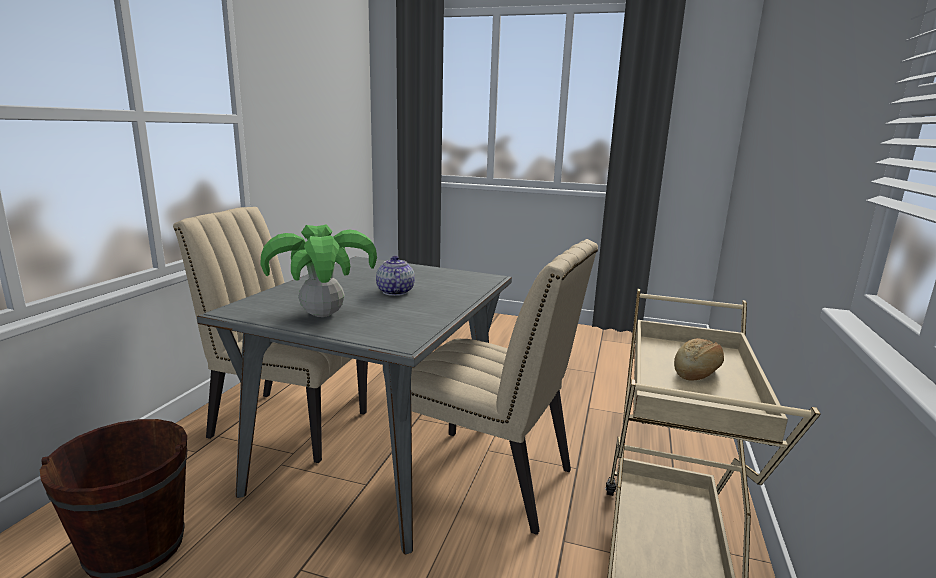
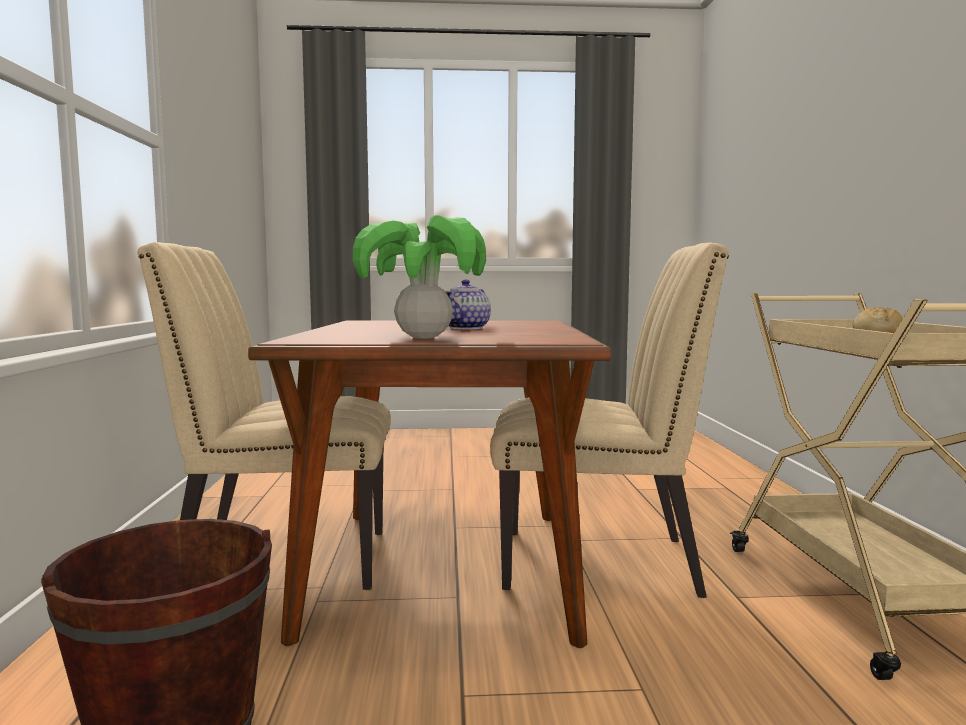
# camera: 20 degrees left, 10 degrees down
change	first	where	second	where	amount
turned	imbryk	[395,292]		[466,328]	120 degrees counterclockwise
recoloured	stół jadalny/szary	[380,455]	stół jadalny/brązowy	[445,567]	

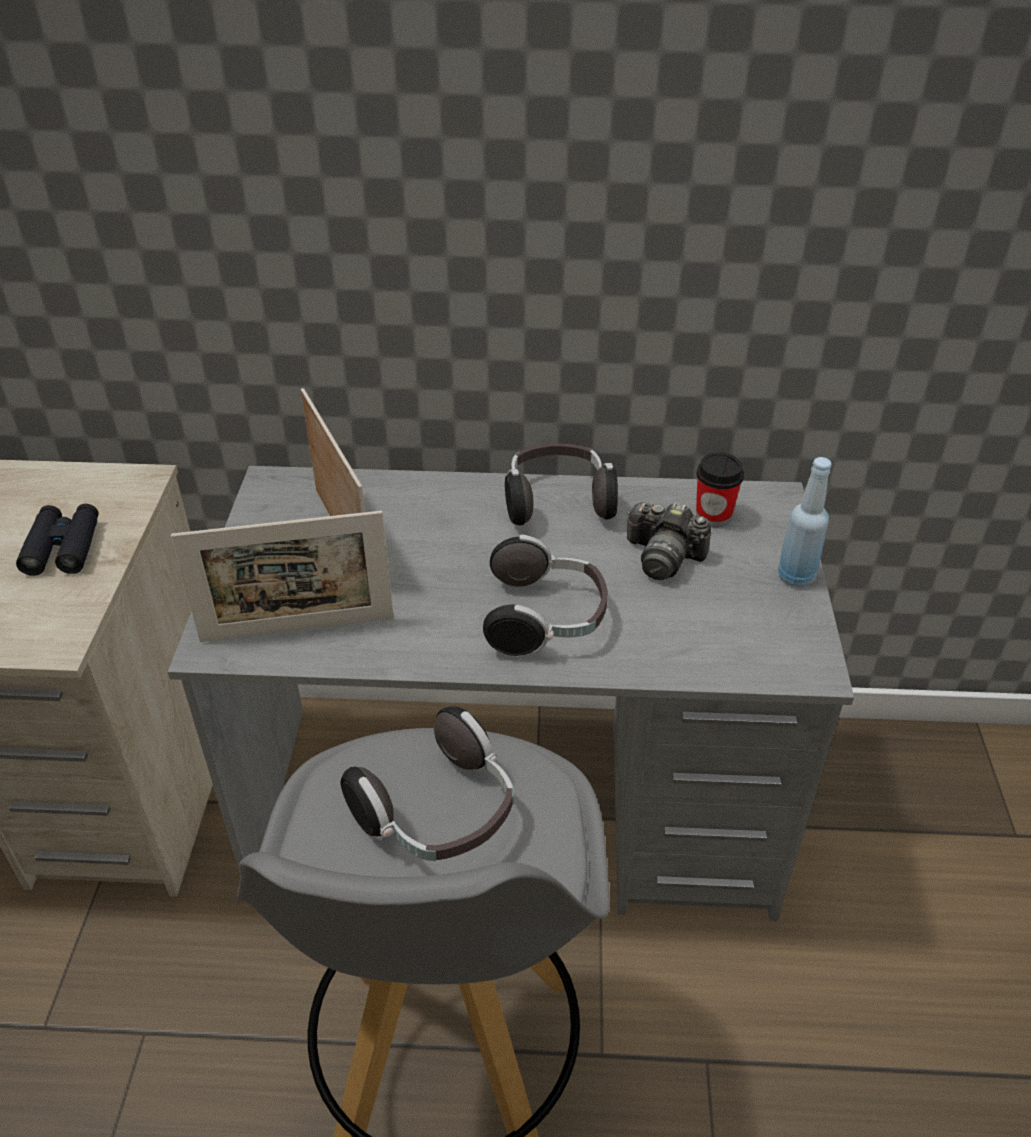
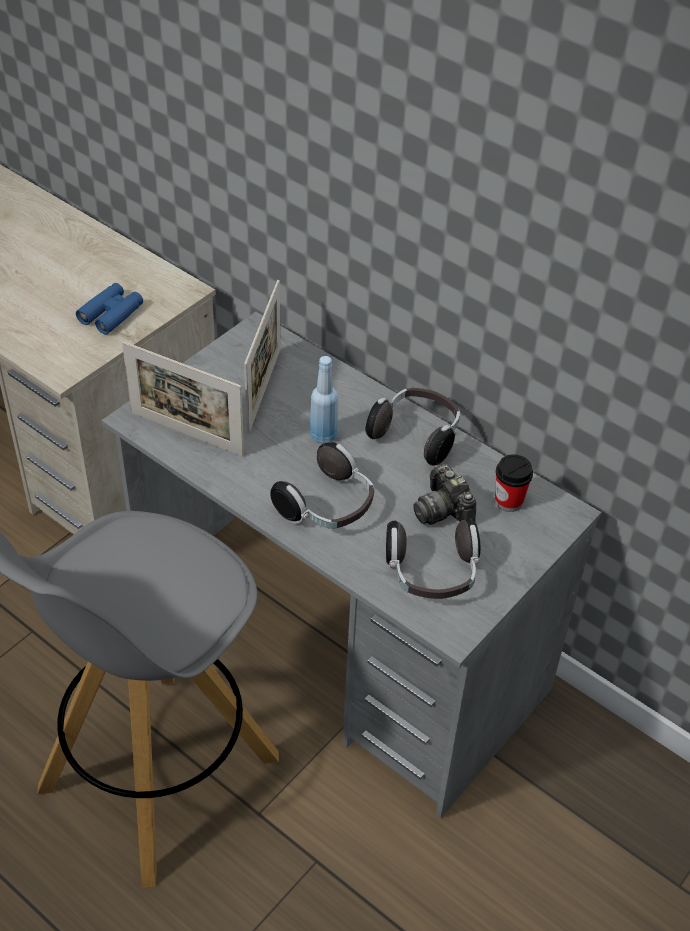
# camera: 35 degrees right, 5 degrees up
change	first	where	second	where	amount
moved	butelka/niebieski	[795,577]		[323,435]	
recoloured	lornetka/czarny	[63,547]	lornetka/niebieski	[111,314]	
moved	słuchawki	[439,814]		[432,575]	

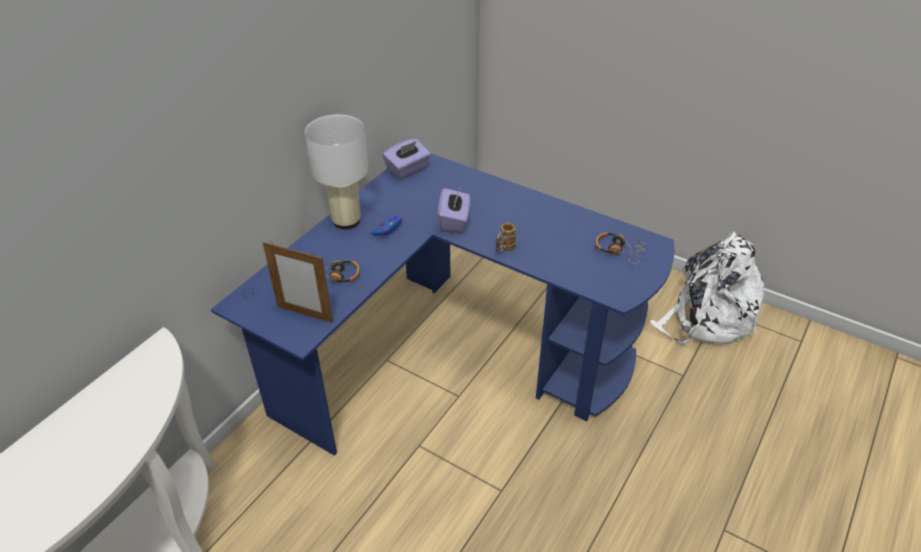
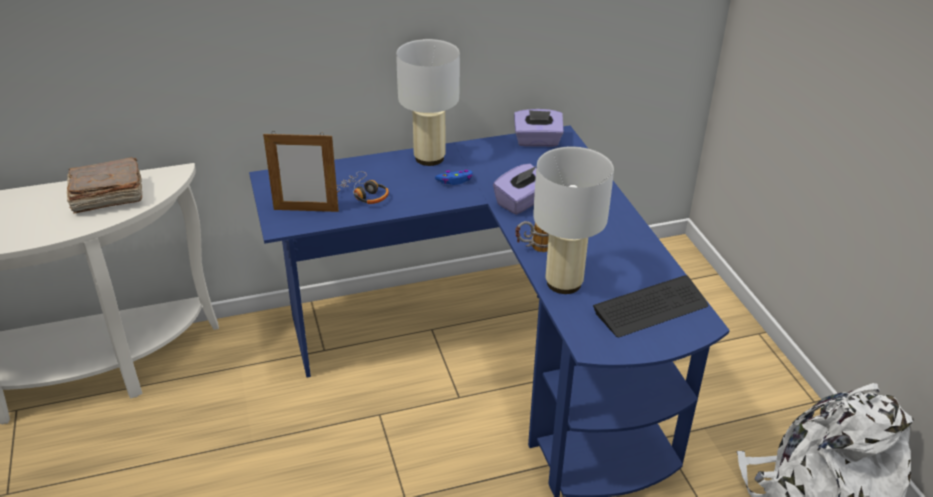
# camera: 40 degrees right, 5 degrees down
change	first	where	second	where	amount
replaced	słuchawki	[619,250]	klawiatura	[651,308]	
turned	ramka na zdjęcie	[305,314]		[306,210]	60 degrees counterclockwise
added			lampa stołowa/biały	[562,283]	
added			książka/brązowy	[107,197]	

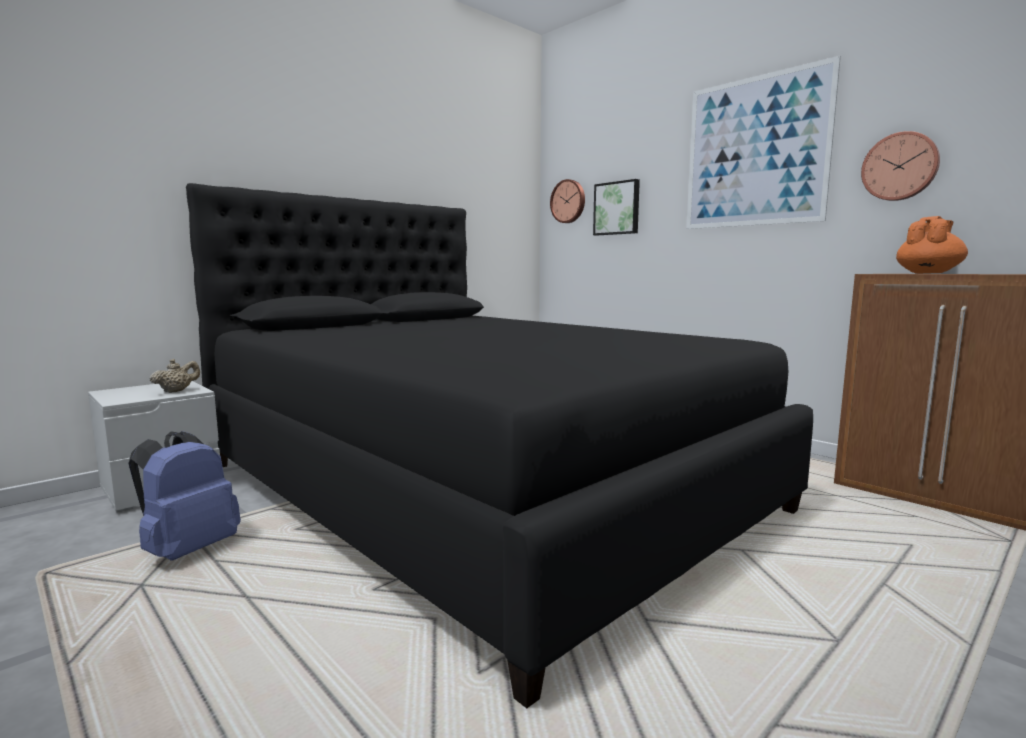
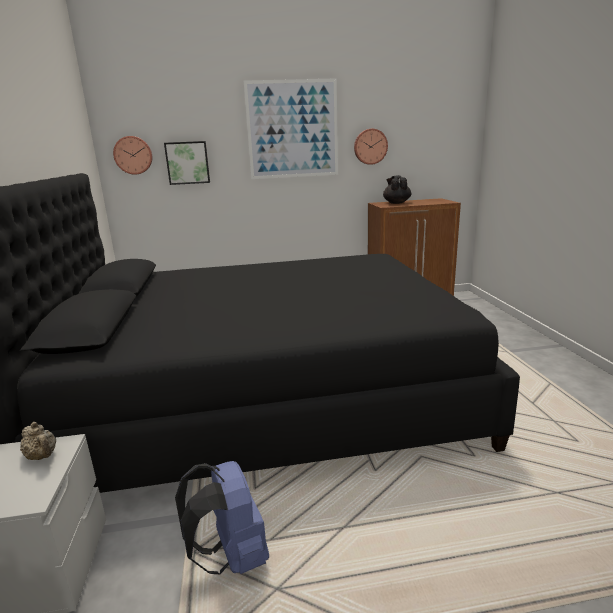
# camera: 55 degrees left, 10 degrees up
change	first	where	second	where	amount
recoloured	imbryk/pomarańczowy	[928,273]	imbryk/czarny	[396,203]	
turned	imbryk/beżowy	[177,391]		[42,456]	150 degrees clockwise

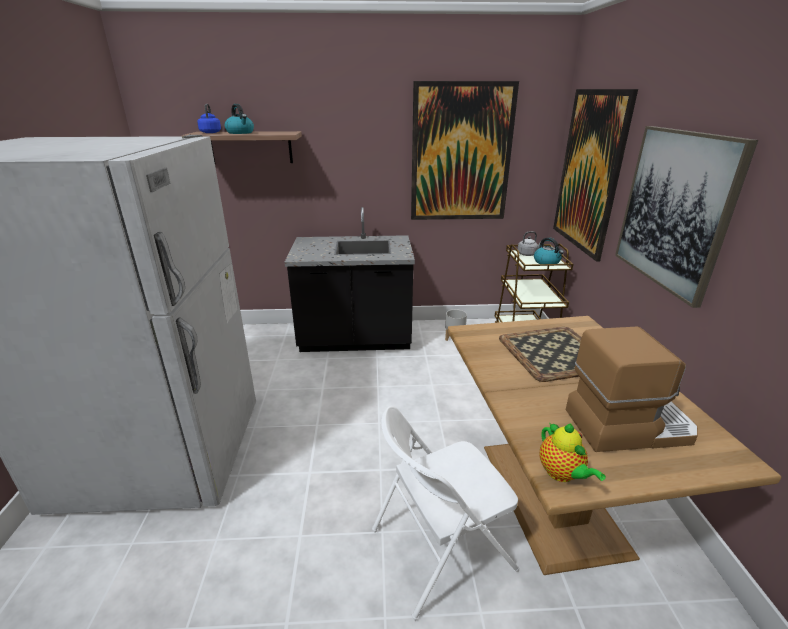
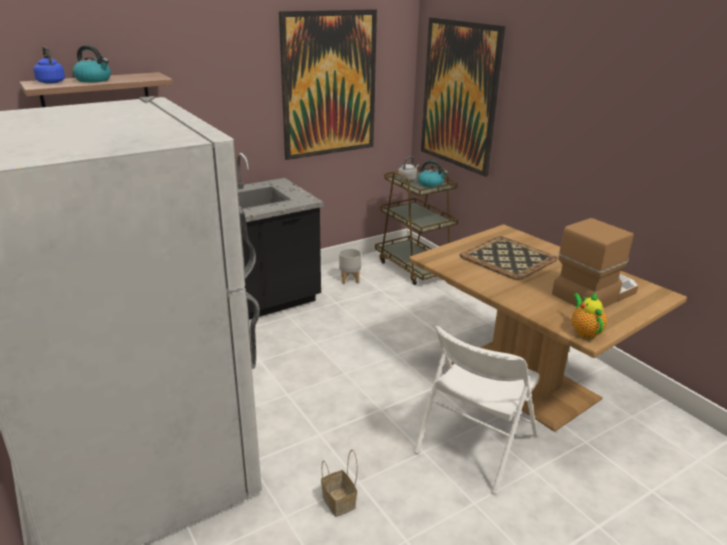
# camera: 30 degrees left, 0 degrees up
change	first	where	second	where	amount
removed	obraz	[674,210]			
turned	imbryk	[562,474]		[585,331]	135 degrees counterclockwise
added			koszyk	[340,502]	

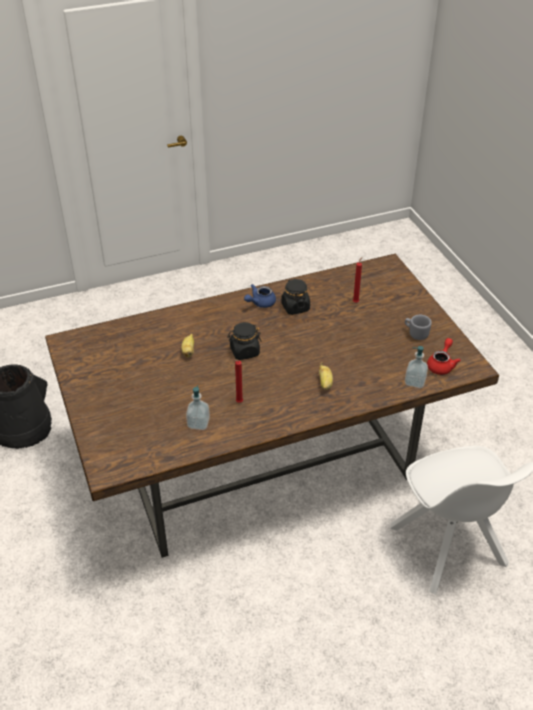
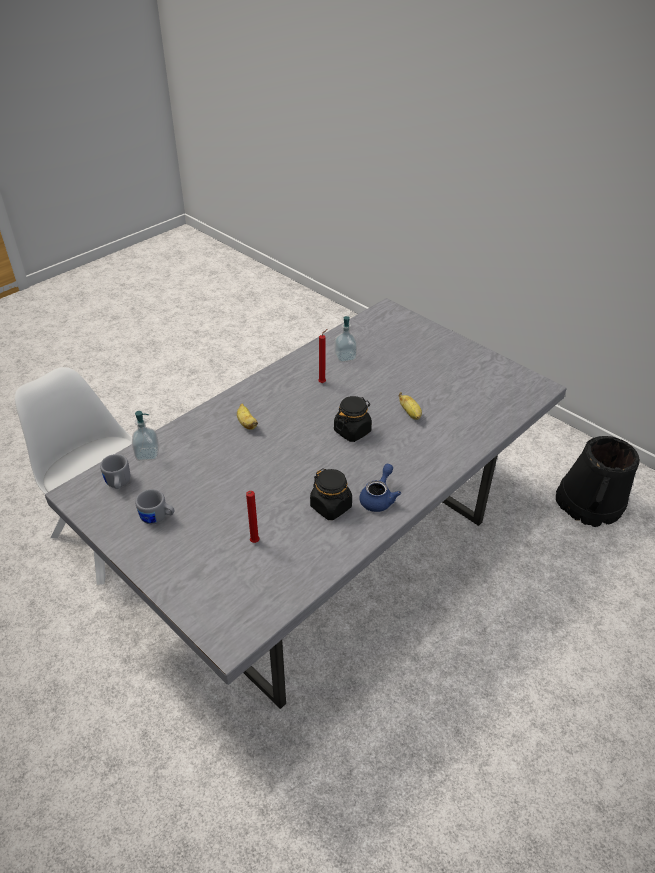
# camera: 155 degrees right, 0 degrees up
change	first	where	second	where	amount
recoloured	stół jadalny/brązowy	[267,460]	stół jadalny/szary	[325,557]	
replaced	imbryk/czerwony	[441,365]	kubek/szary	[118,484]	

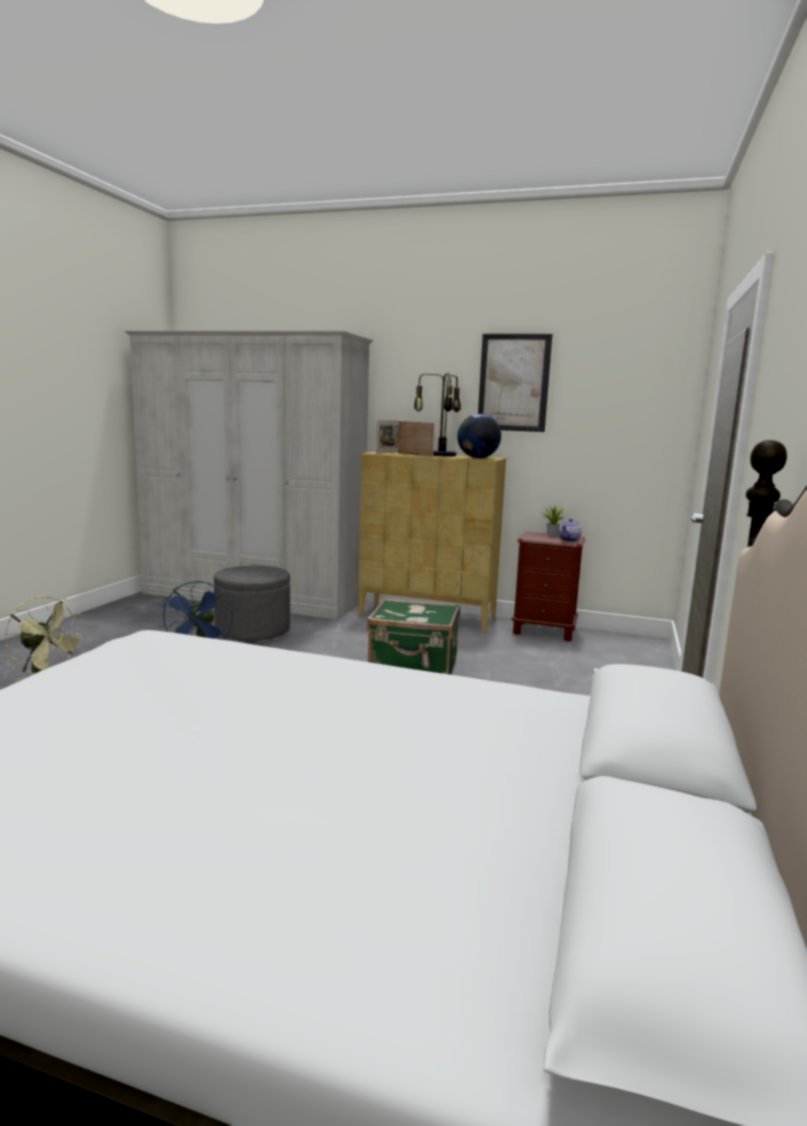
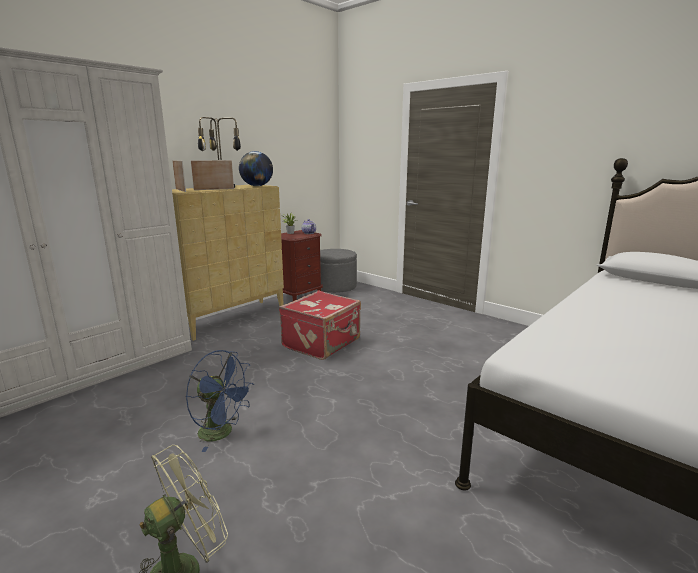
# camera: 65 degrees left, 5 degrees up
change	first	where	second	where	amount
removed	obraz	[513,382]			
moved	pufa/szary	[253,630]		[335,287]	
recoloured	walizka/zielony	[414,667]	walizka/czerwony	[322,343]	

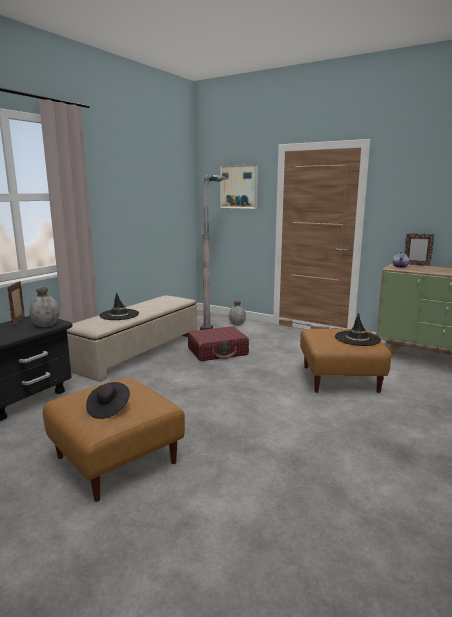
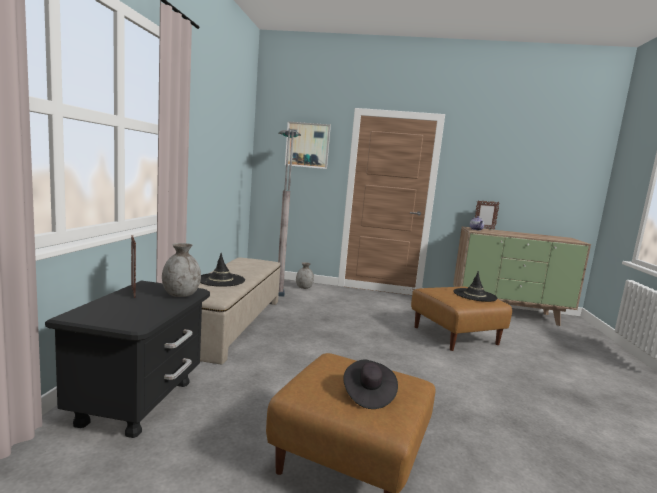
# camera: 25 degrees left, 5 degrees down
change	first	where	second	where	amount
removed	walizka/czerwony	[218,352]			

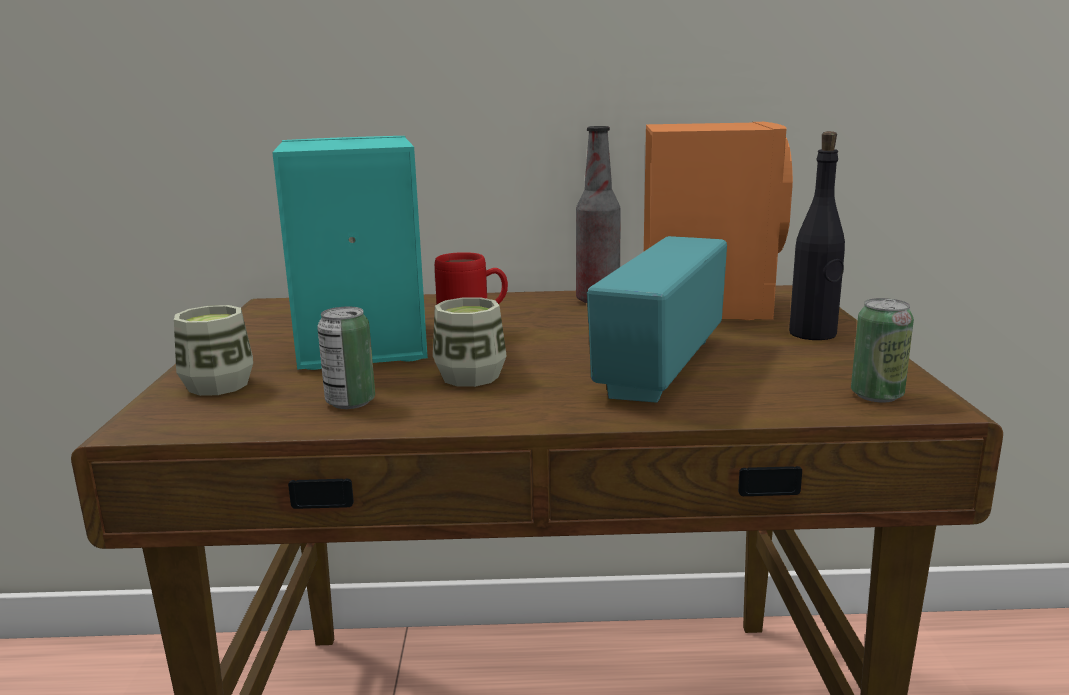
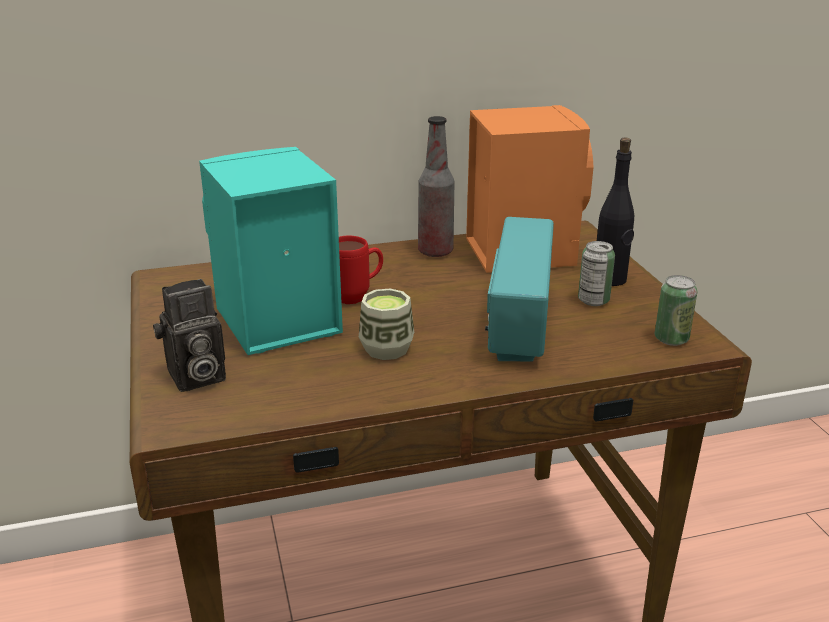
# camera: 15 degrees left, 10 degrees up
change	first	where	second	where	amount
replaced	filiżanka	[218,385]	aparat fotograficzny	[195,378]	
moved	puszka	[350,402]		[593,300]	

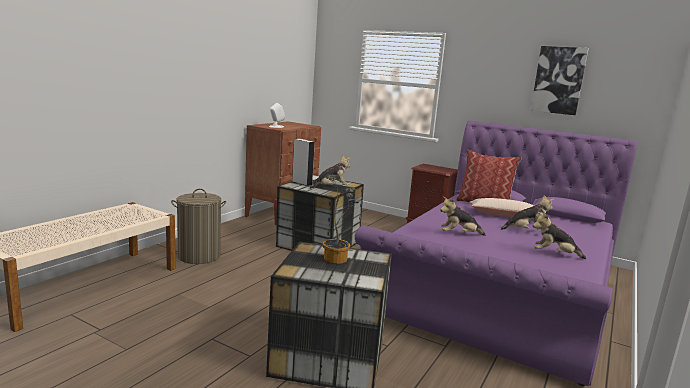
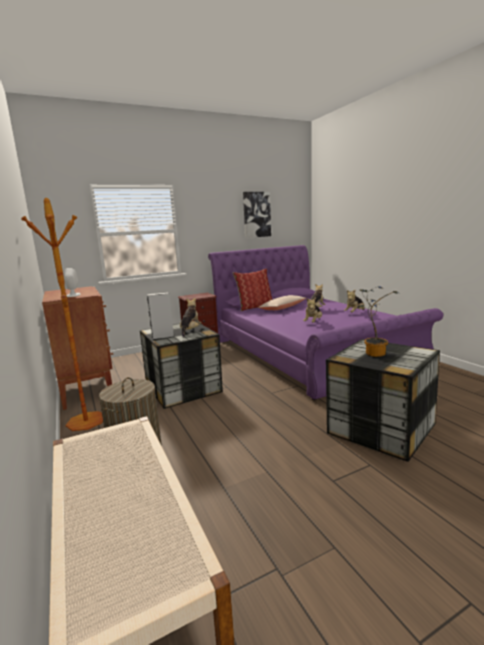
# camera: 55 degrees left, 0 degrees up
change	first	where	second	where	amount
added			wieszak/pomarańczowy	[86,421]	

